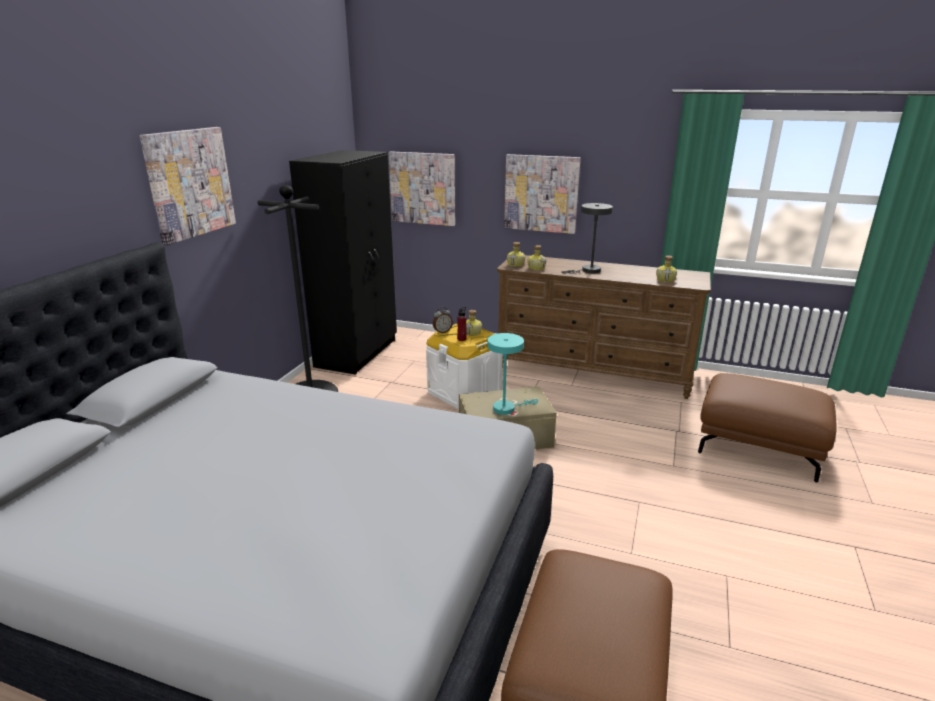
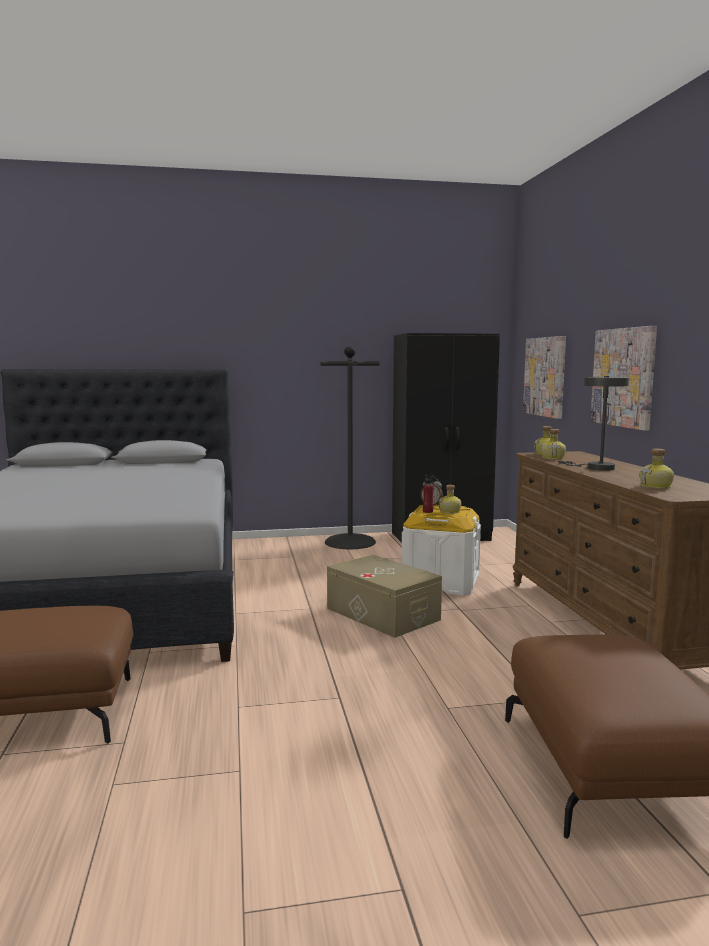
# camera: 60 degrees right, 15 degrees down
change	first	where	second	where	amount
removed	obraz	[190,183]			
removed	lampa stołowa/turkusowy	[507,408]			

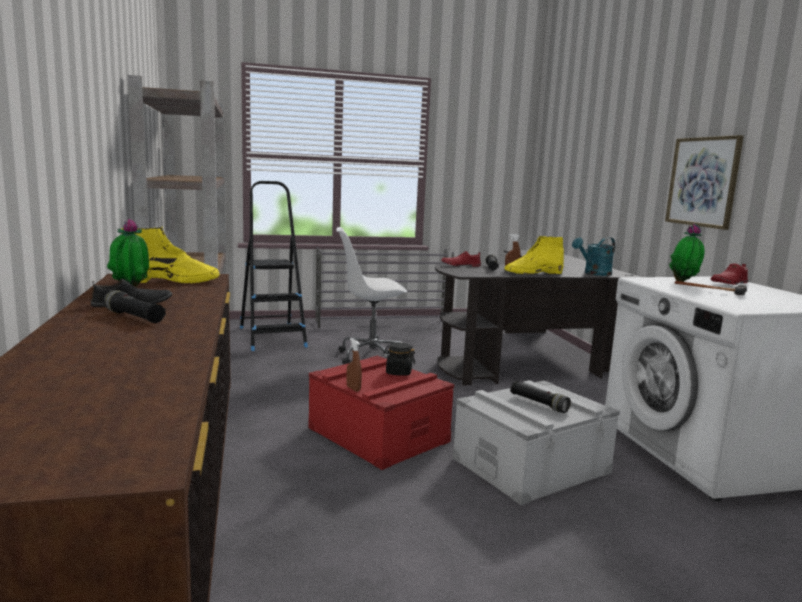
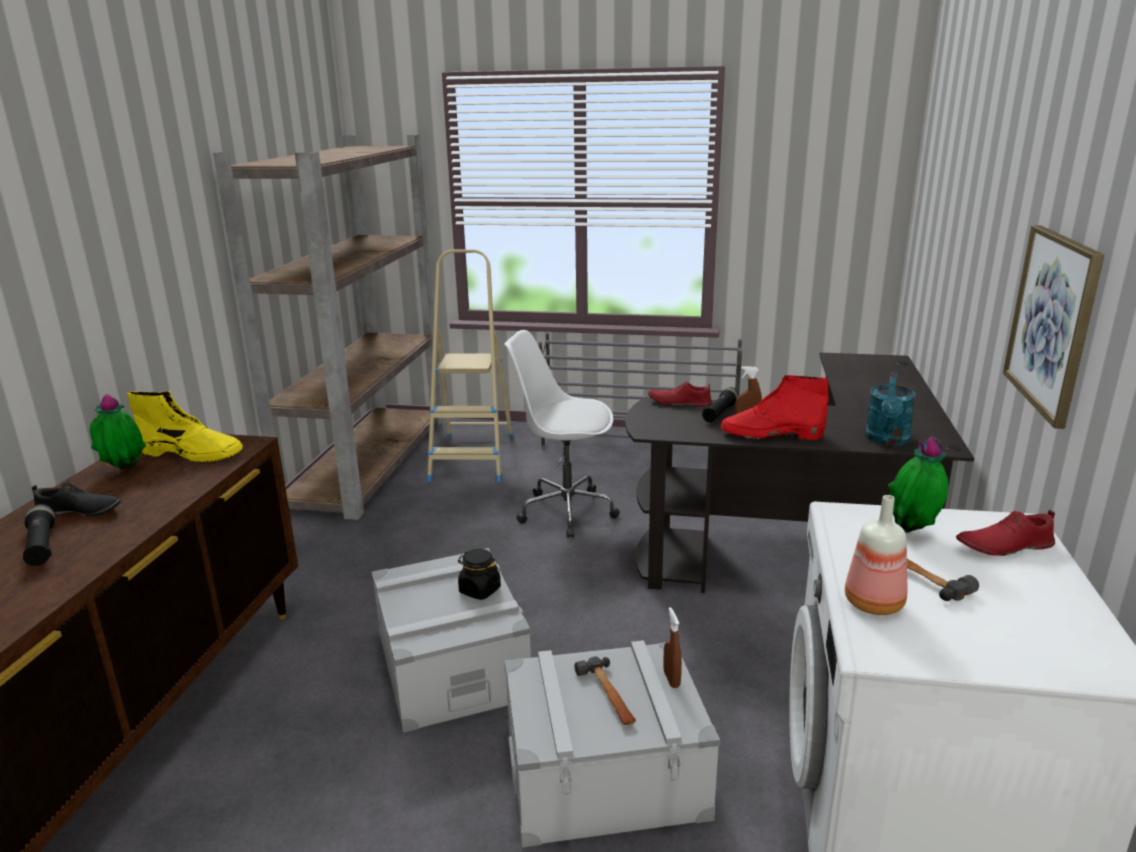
# camera: 25 degrees right, 10 degrees up
change	first	where	second	where	amount
recoloured	drabinka/czarny	[272,337]	drabinka/beżowy	[472,457]	
recoloured	but z cholewką/żółty	[533,273]	but z cholewką/czerwony	[770,434]	
turned	konewka/turkusowy	[594,273]		[887,440]	60 degrees counterclockwise
moved	spryskiwacz/brązowy	[353,389]		[671,679]	
recoloured	pojemnik do przechowywania/czerwony	[378,434]	pojemnik do przechowywania/szary	[451,666]	
replaced	latarka/czarny	[538,404]	młotek	[608,696]	
added			butelka	[874,603]	

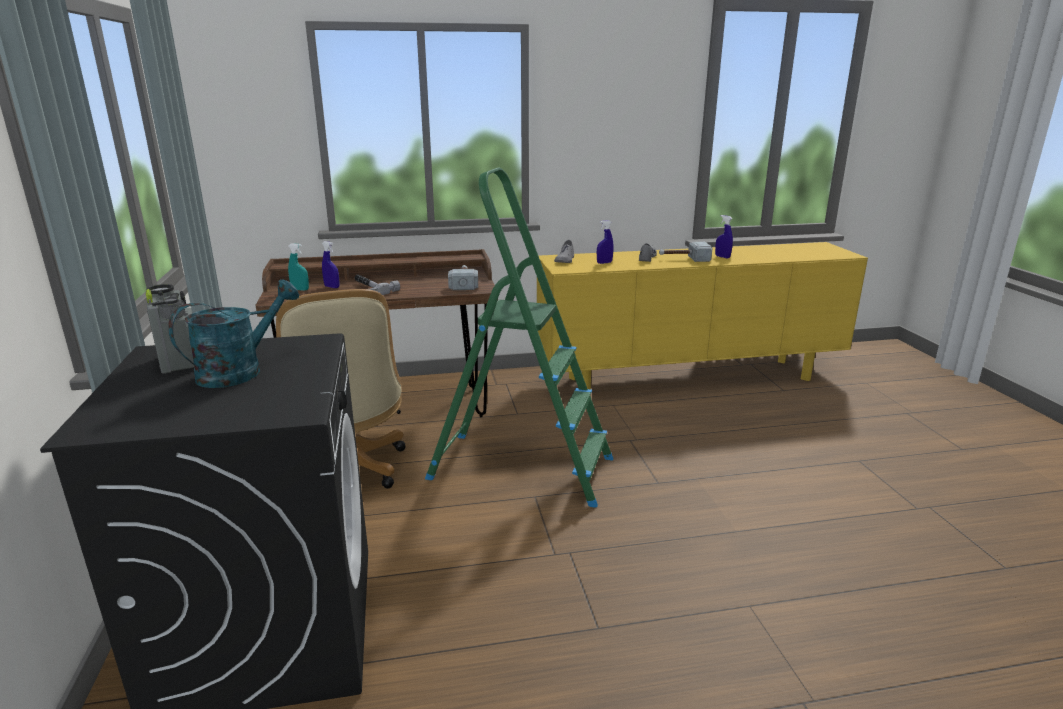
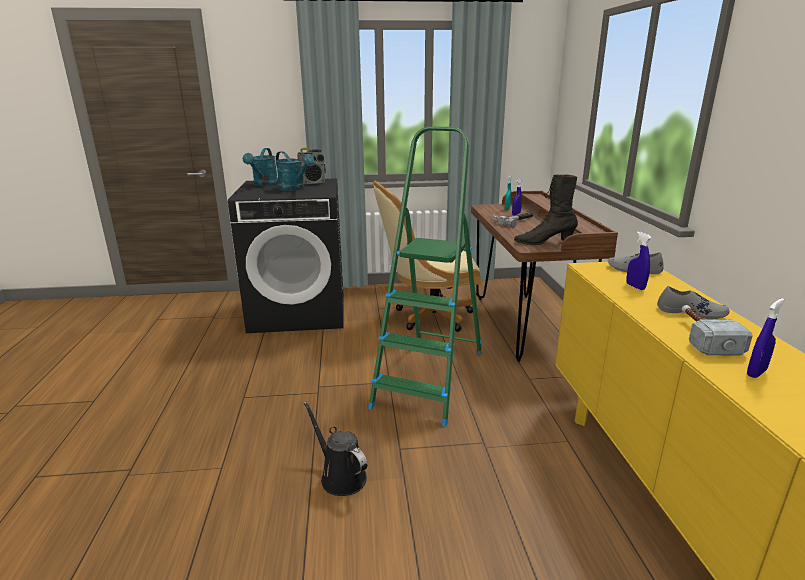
# camera: 95 degrees right, 0 degrees up
change	first	where	second	where	amount
replaced	młotek	[464,283]	but z cholewką/czarny	[544,242]	
added			konewka/turkusowy	[264,184]	
added			konewka/czarny	[340,476]	

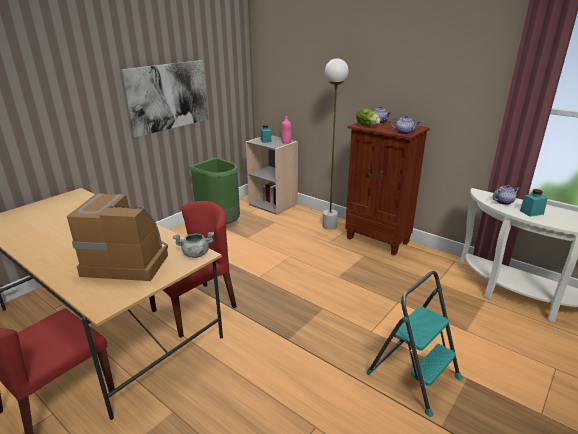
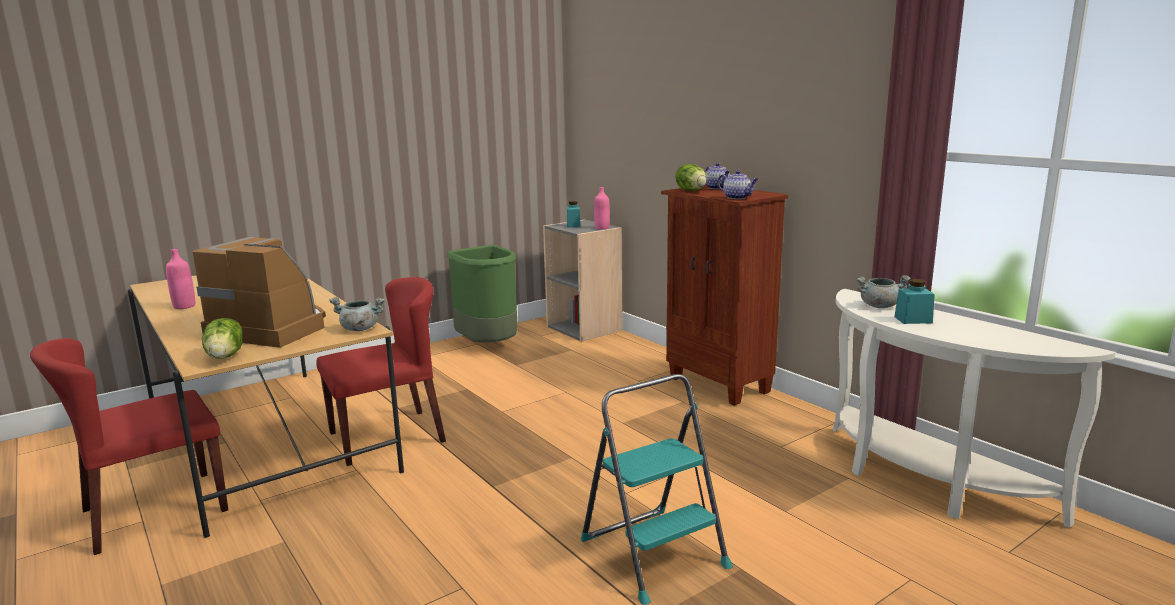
# camera: 15 degrees right, 10 degrees down
change	first	where	second	where	amount
removed	lampa stojąca/biały	[329,226]			
removed	obraz	[168,96]			
replaced	imbryk	[503,202]	garnek/szary	[879,306]	
added			butelka/różowy	[184,306]	
added			sałata	[226,356]	

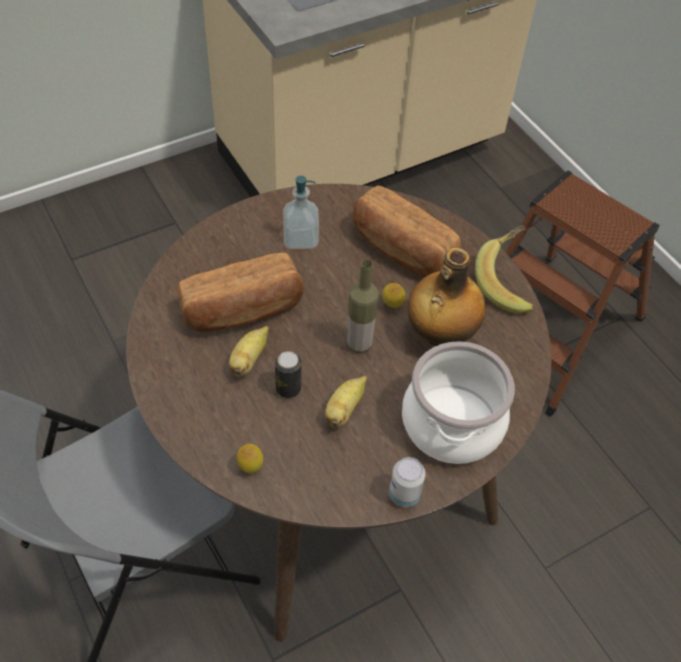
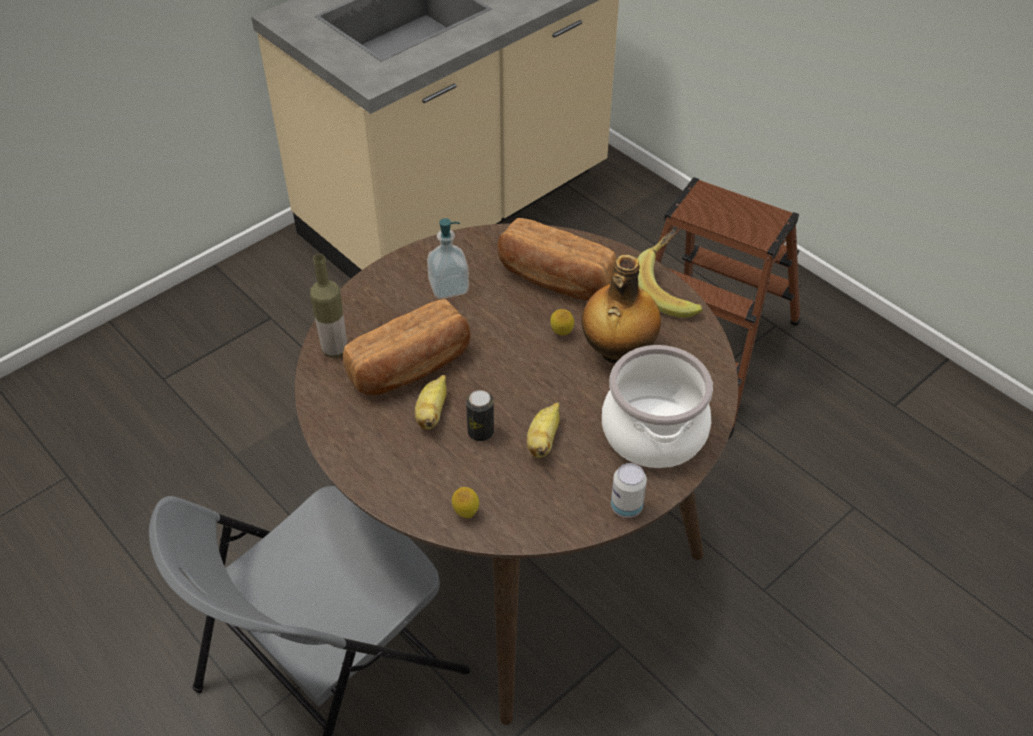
# camera: 10 degrees left, 5 degrees down
change	first	where	second	where	amount
moved	butelka	[359,344]		[335,349]	

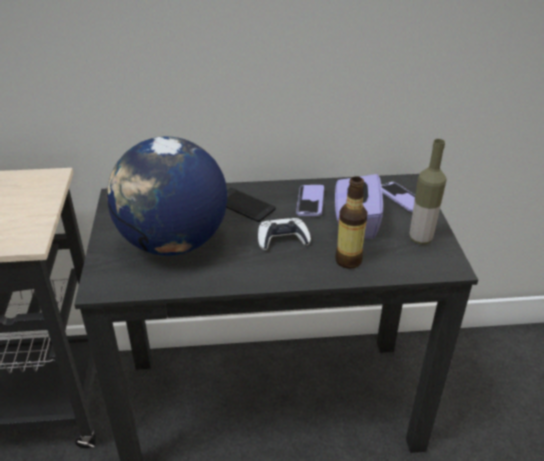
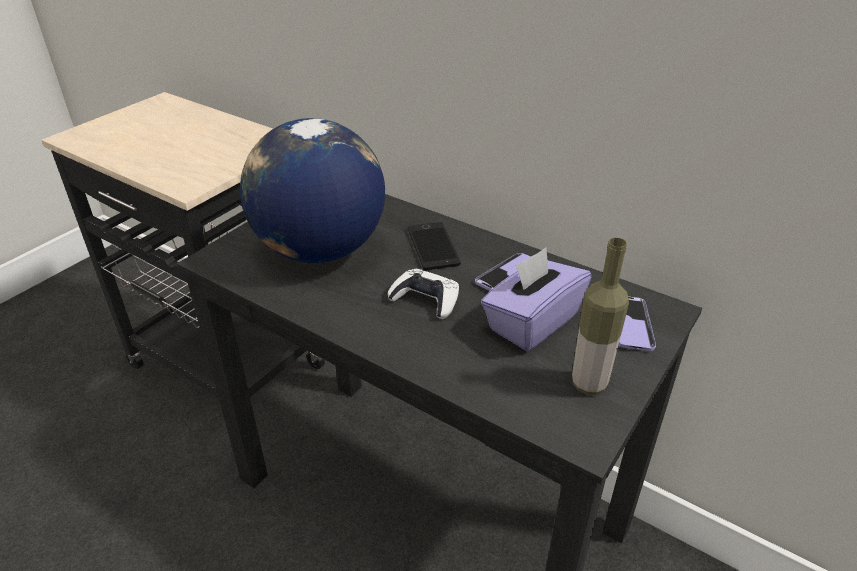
# camera: 40 degrees right, 0 degrees up
change	first	where	second	where	amount
removed	butelka	[348,260]			

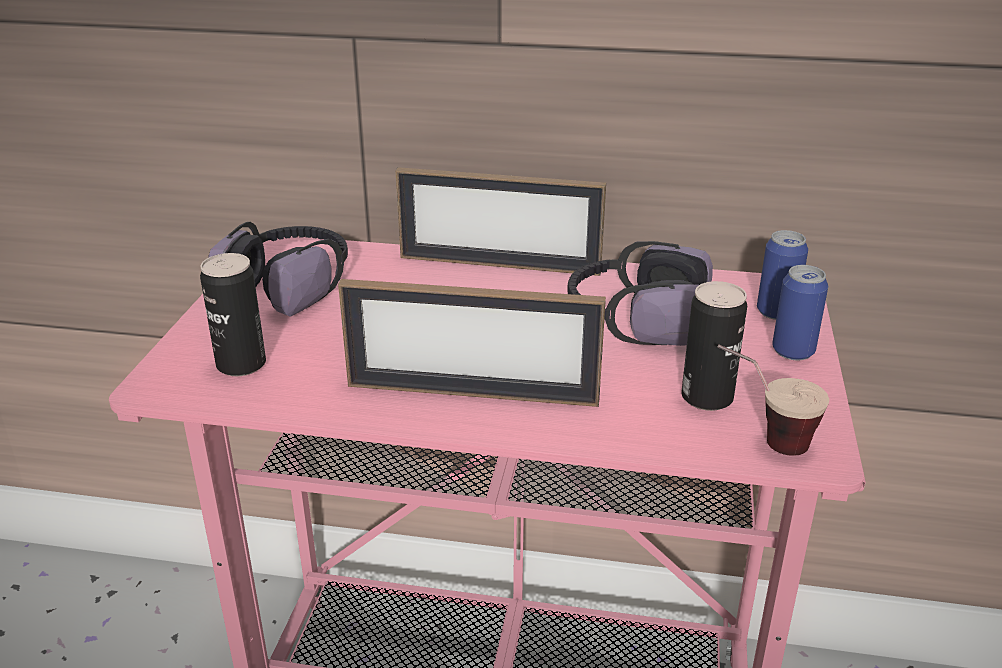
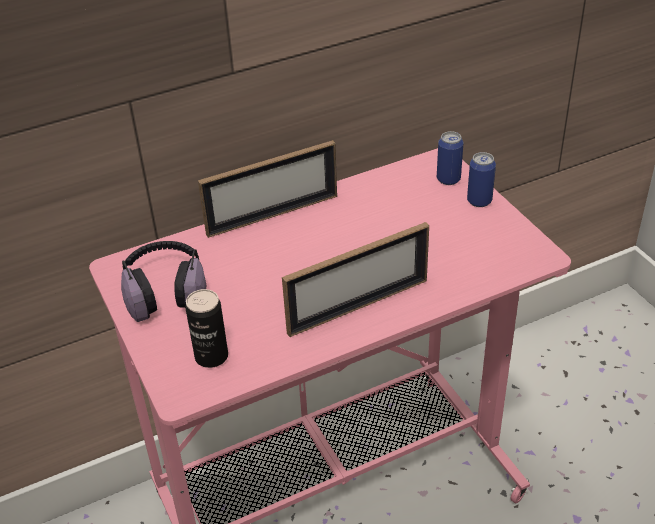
# camera: 35 degrees left, 10 degrees up
change	first	where	second	where	amount
removed	słuchawki	[636,319]			
removed	puszka	[707,397]			
removed	filiżanka	[761,439]			

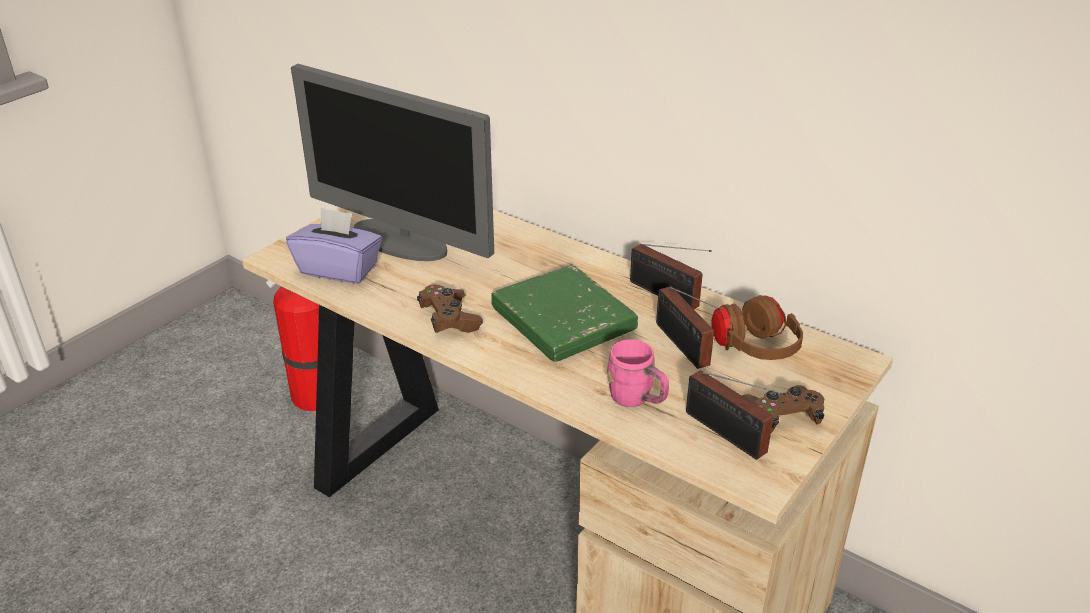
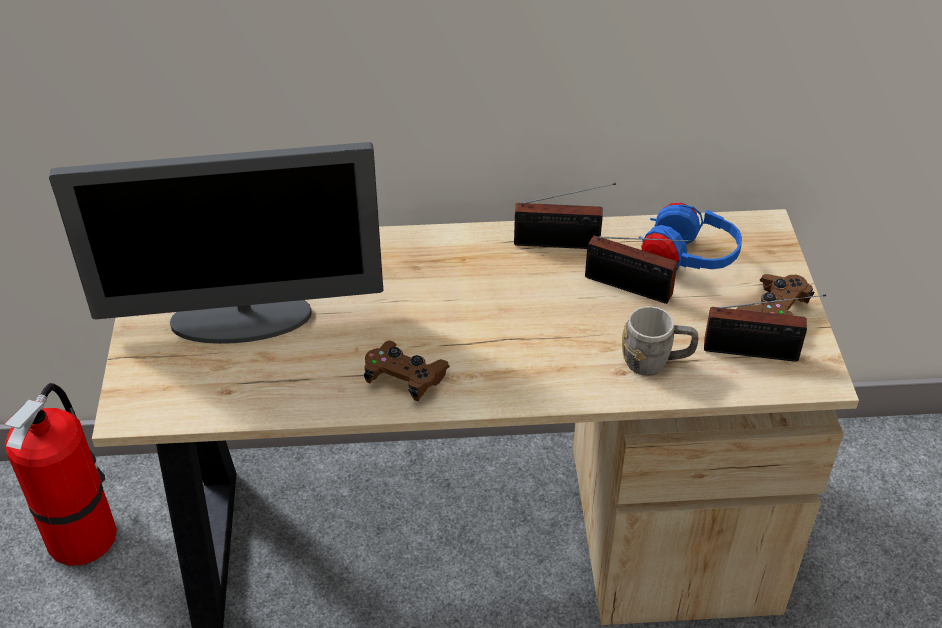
# camera: 40 degrees left, 10 degrees up
change	first	where	second	where	amount
removed	pudełko chusteczek/fioletowy	[339,269]			
removed	książka/zielony	[563,320]			
recoloured	słuchawki/brązowy	[754,351]	słuchawki/niebieski	[687,260]	
recoloured	kubek/różowy	[637,399]	kubek/szary	[656,362]	

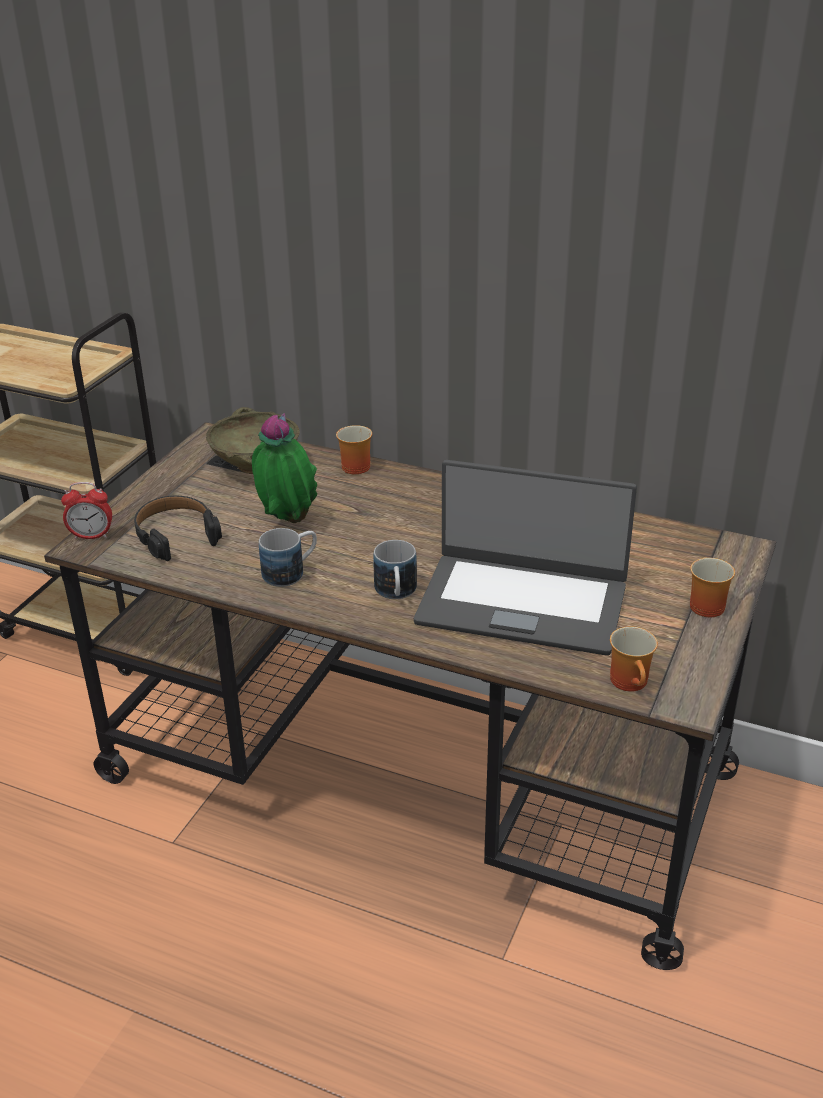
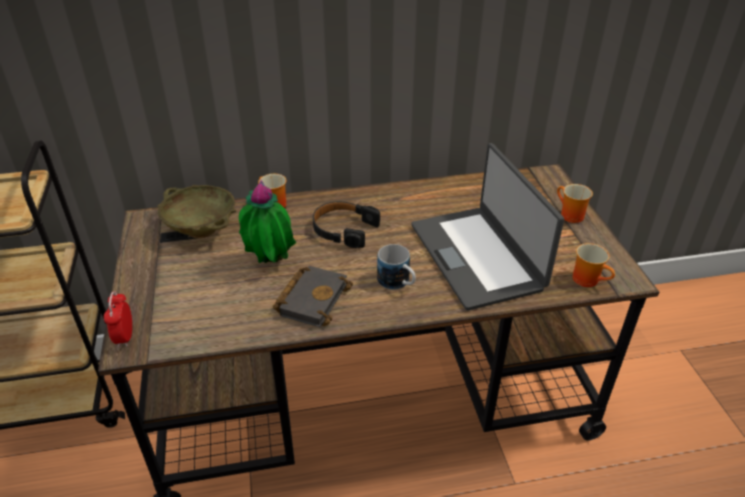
# camera: 35 degrees left, 5 degrees up
change	first	where	second	where	amount
turned	laptop	[522,602]		[477,256]	90 degrees clockwise
turned	budzik	[91,536]		[125,337]	120 degrees clockwise
moved	słuchawki/czarny	[176,535]		[344,229]	
replaced	kubek	[291,572]	książka/czarny	[312,298]	

